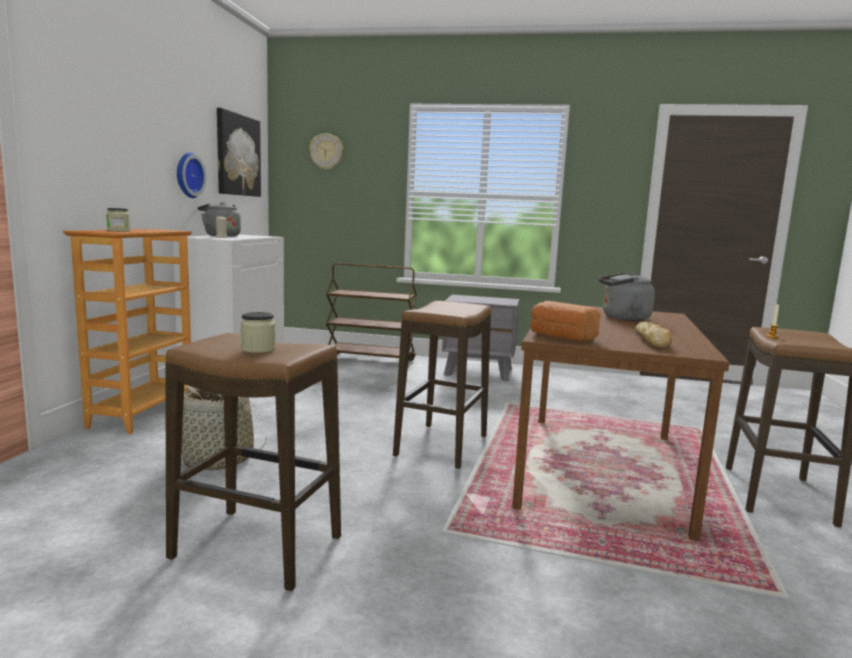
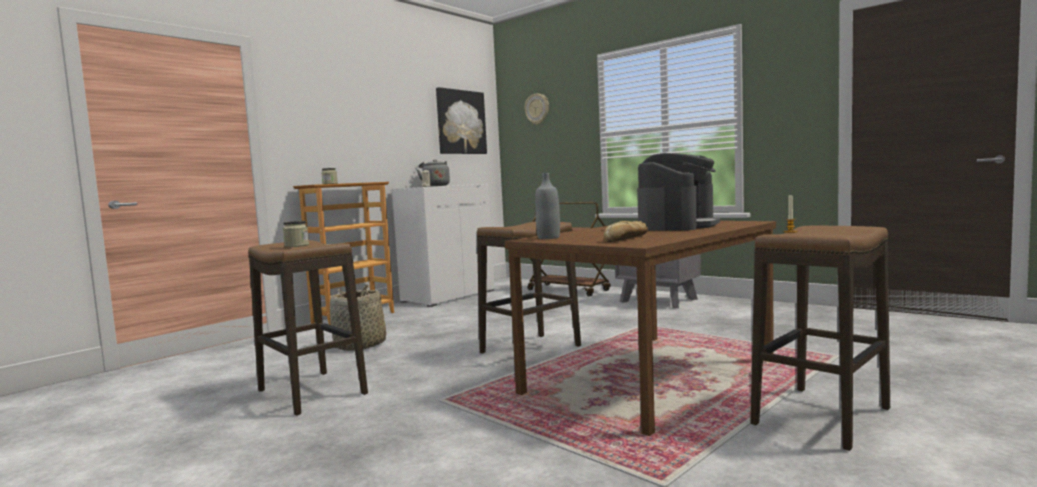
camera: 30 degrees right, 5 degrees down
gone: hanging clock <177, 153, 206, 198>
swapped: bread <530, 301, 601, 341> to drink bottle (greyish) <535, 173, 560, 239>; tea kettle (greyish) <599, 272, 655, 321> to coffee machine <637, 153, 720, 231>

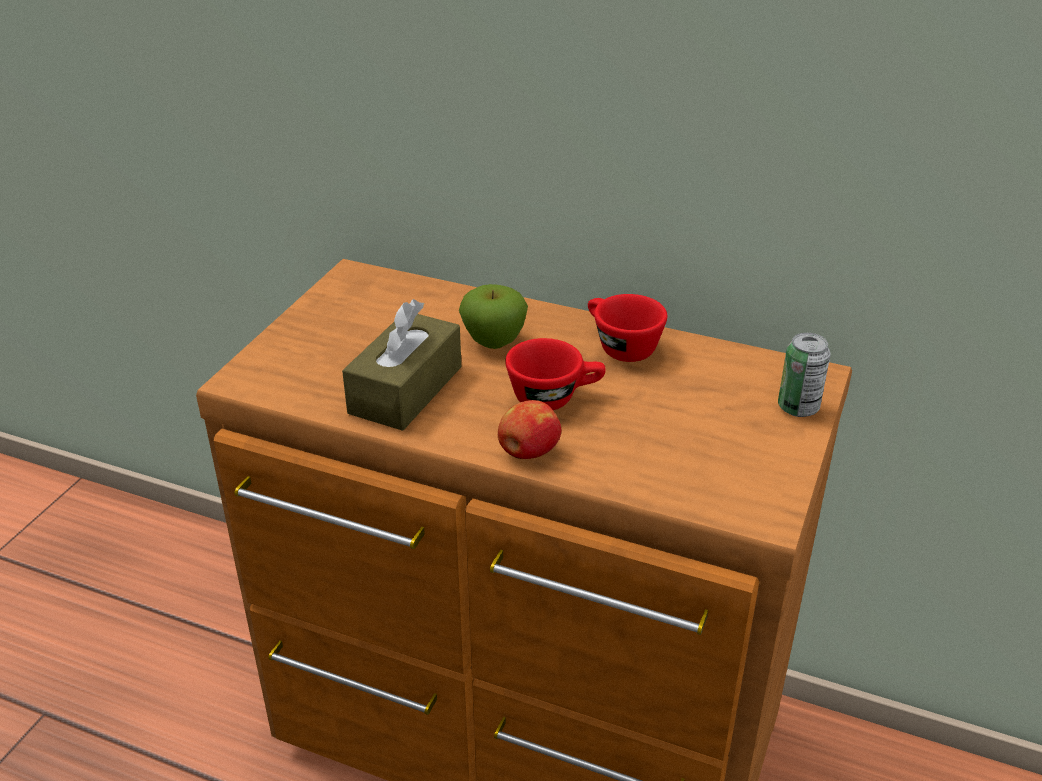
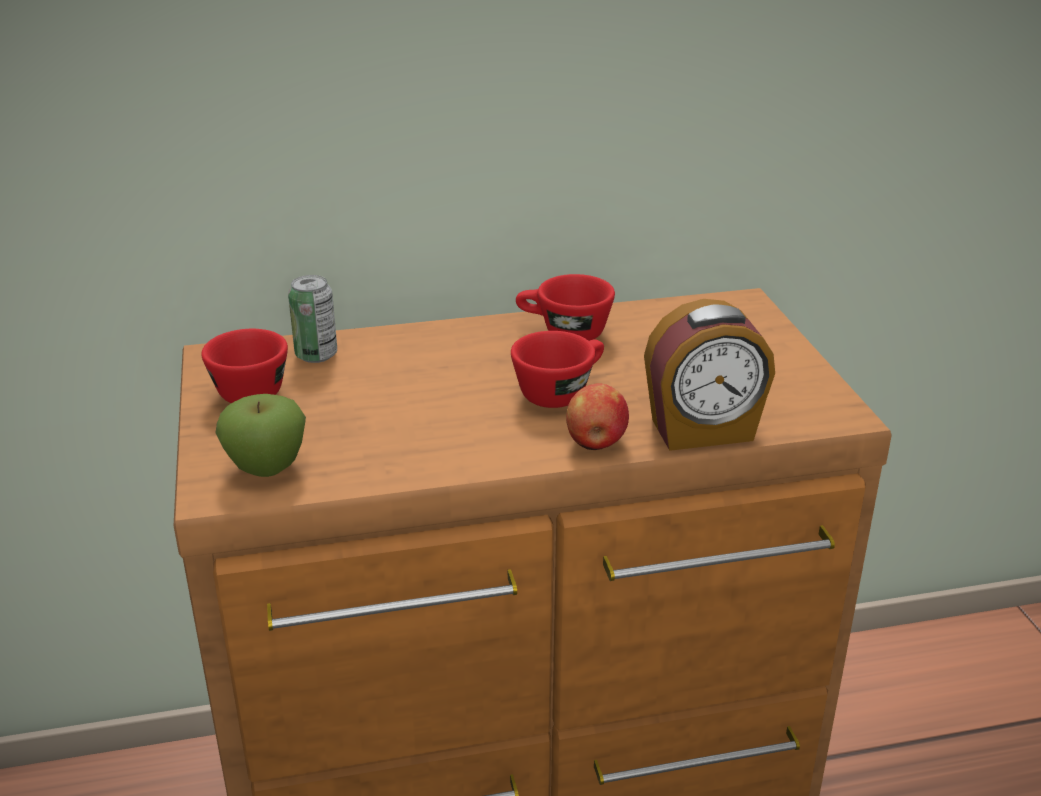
camera: 35 degrees left, 5 degrees down
gone: box of tissues (brownish) <342, 299, 461, 431>
new: drinking cup (red) <201, 329, 288, 403>; table clock <644, 299, 775, 451>
shifted: apple fruit <459, 284, 528, 349> to <216, 394, 306, 477>; can <778, 333, 831, 417> to <288, 275, 337, 363>

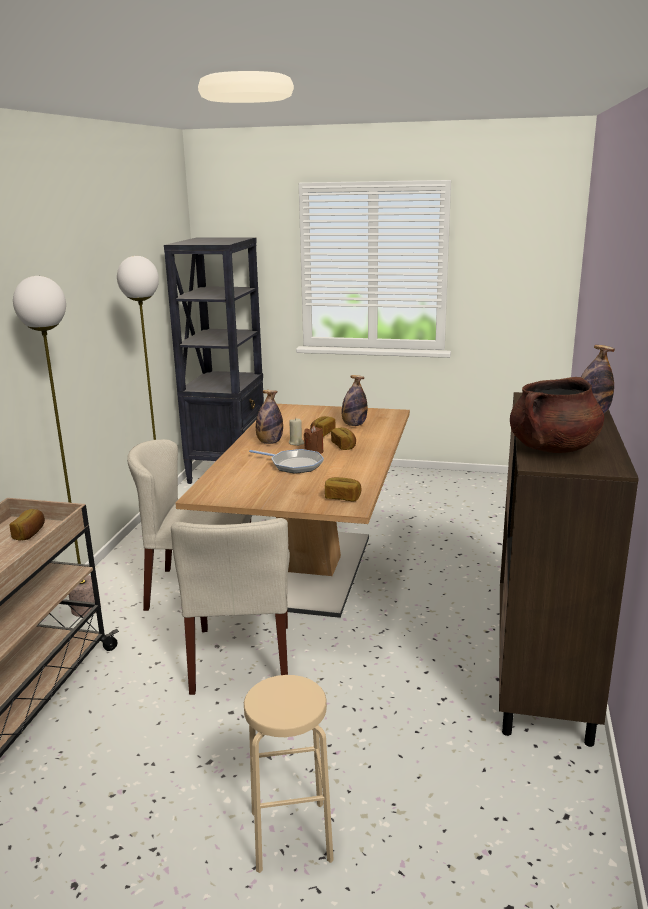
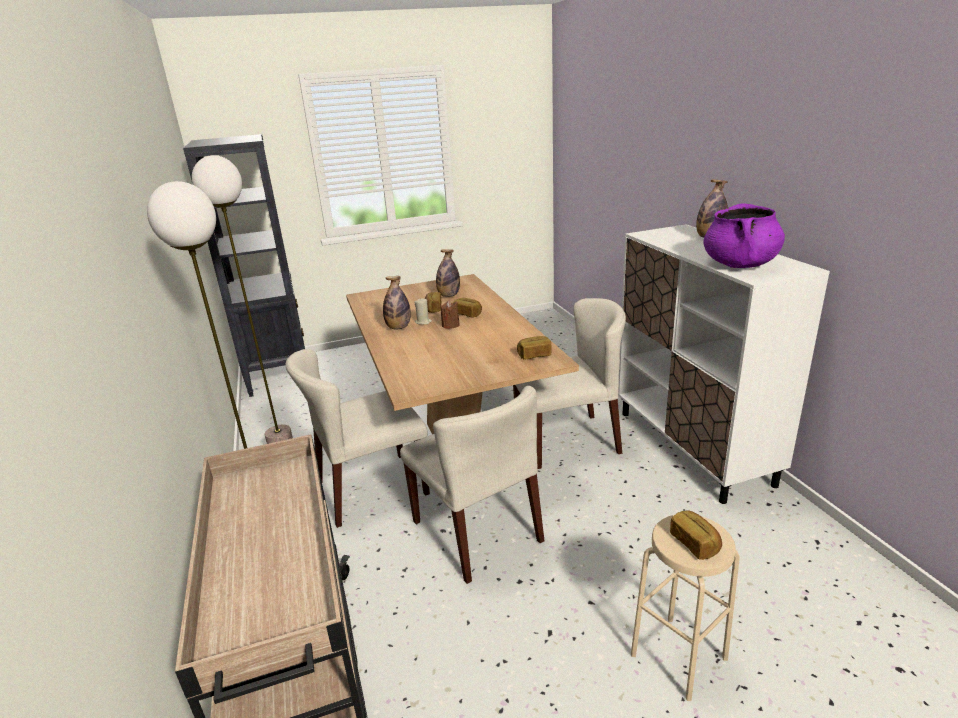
camera: 30 degrees left, 5 degrees up
gone: pan <249, 449, 324, 474>
new: plain chair (beige) <513, 298, 626, 469>
shifted: bread <10, 509, 45, 540> to <670, 510, 722, 560>
repainted: storage cabinet (brownish) <499, 392, 639, 747> to storage cabinet (white) <618, 224, 830, 504>; stockpot (brownish) <510, 377, 604, 453> to stockpot (purplish) <703, 204, 785, 268>

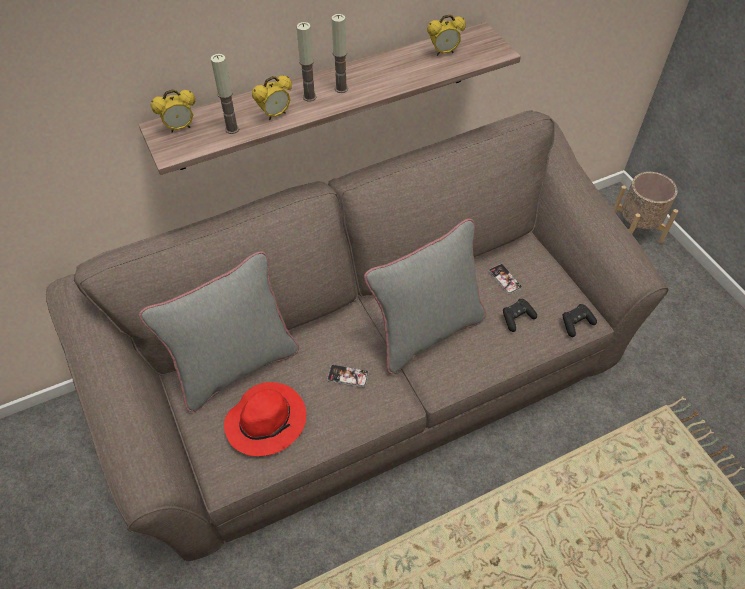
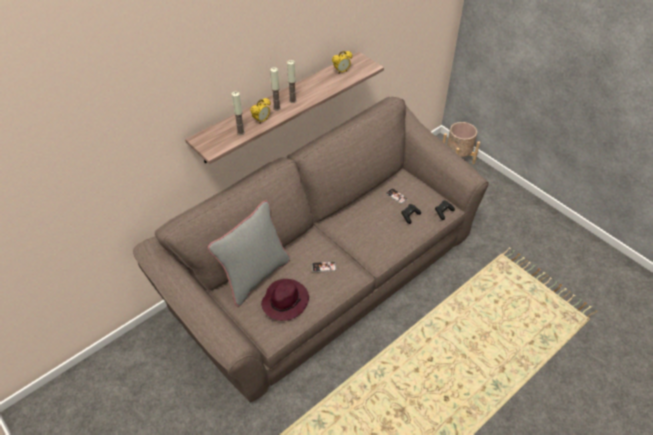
camera: 15 degrees left, 5 degrees down
gone: table clock <151, 89, 195, 133>; pillow (greyish) <364, 218, 486, 374>
repainted: wearable hat (red) <224, 382, 306, 456> to wearable hat (purplish) <261, 279, 309, 321>

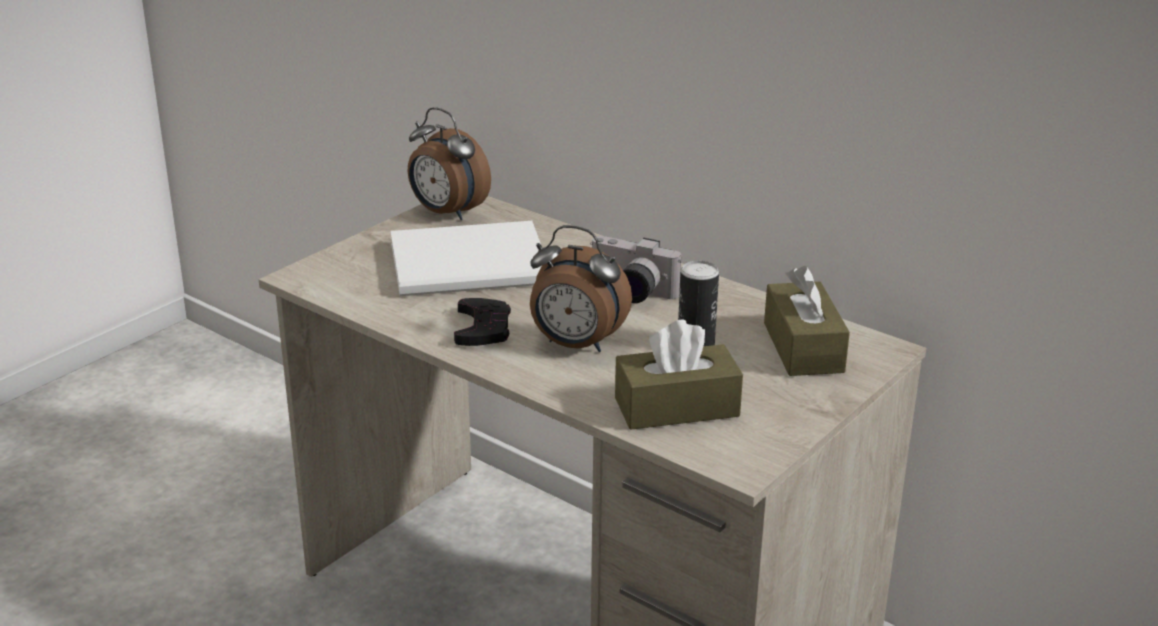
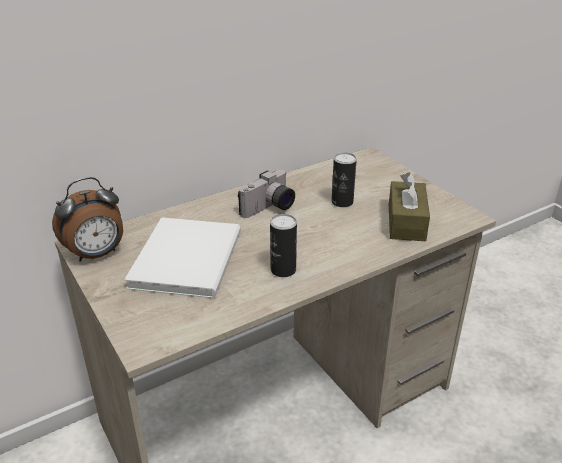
camera: 70 degrees left, 5 degrees up
gone: table clock <530, 225, 632, 352>; box of tissues (brownish) <764, 265, 850, 376>
swapped: game controller (black-coloured) <454, 298, 511, 346> to can <270, 214, 297, 277>

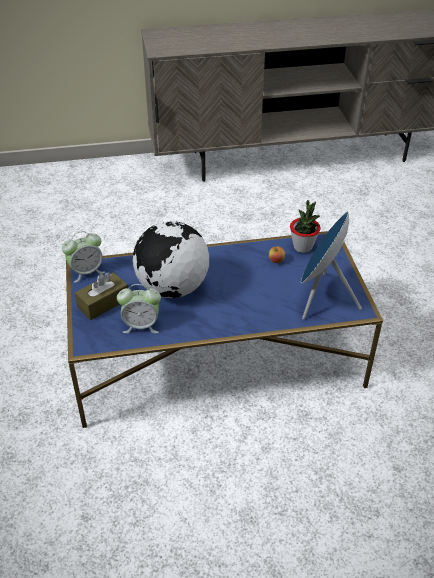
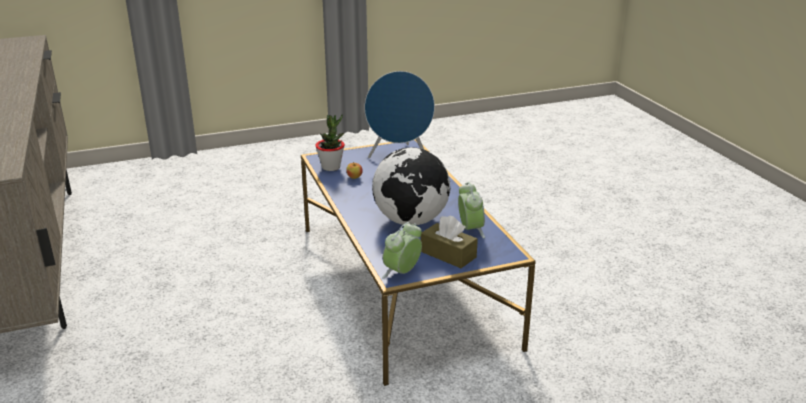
camera: 100 degrees left, 15 degrees down
rotated: table clock <62, 231, 105, 283> = <382, 222, 422, 278> 105 degrees counterclockwise

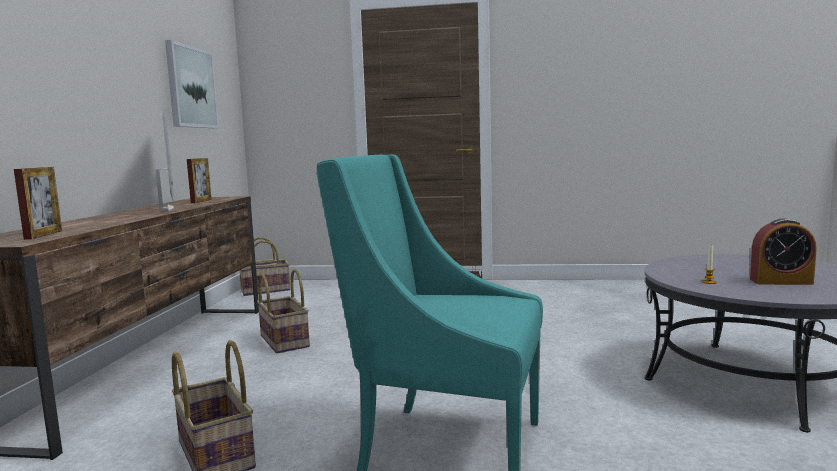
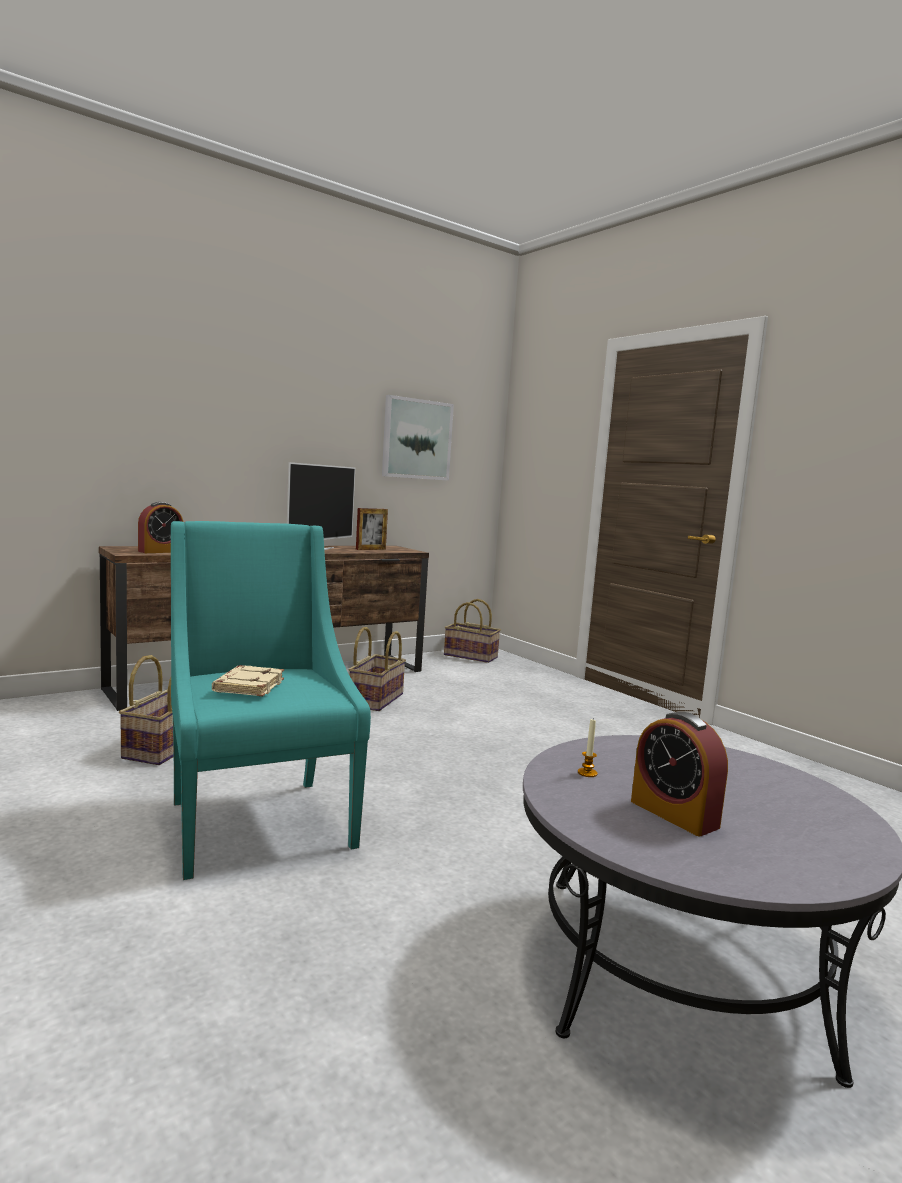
camera: 45 degrees right, 0 degrees up
new: book (beige) <212, 665, 284, 696>
swapped: standing frame <14, 167, 62, 240> to table clock <138, 502, 183, 553>

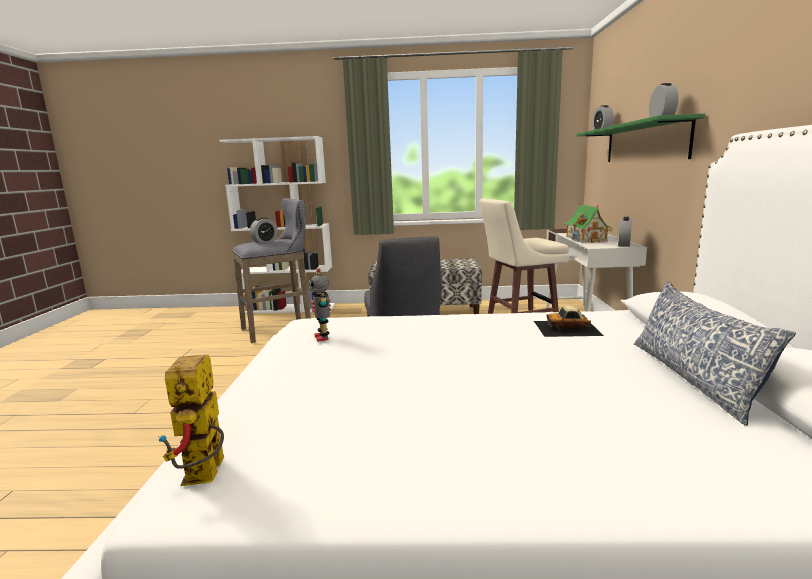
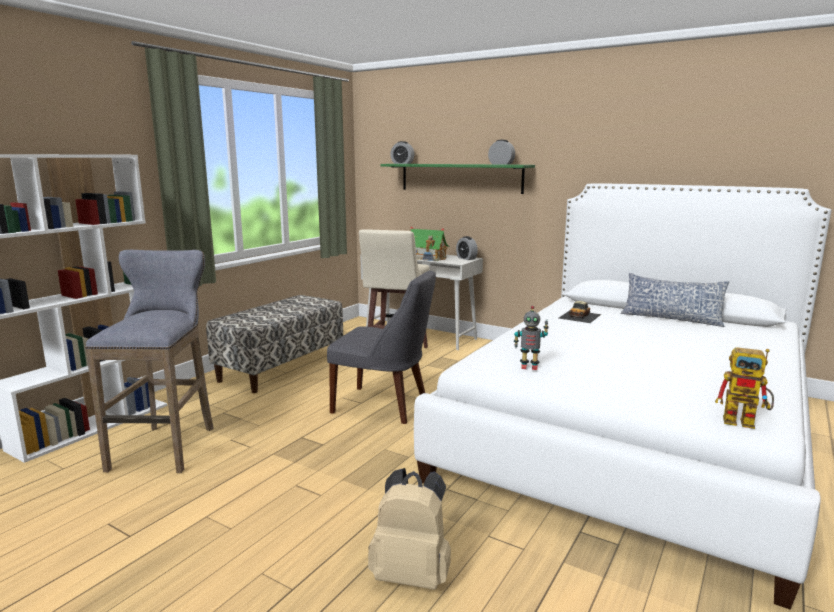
camera: 60 degrees left, 0 degrees up
gone: table clock <250, 217, 277, 243>
new: backpack (beige) <368, 468, 451, 590>

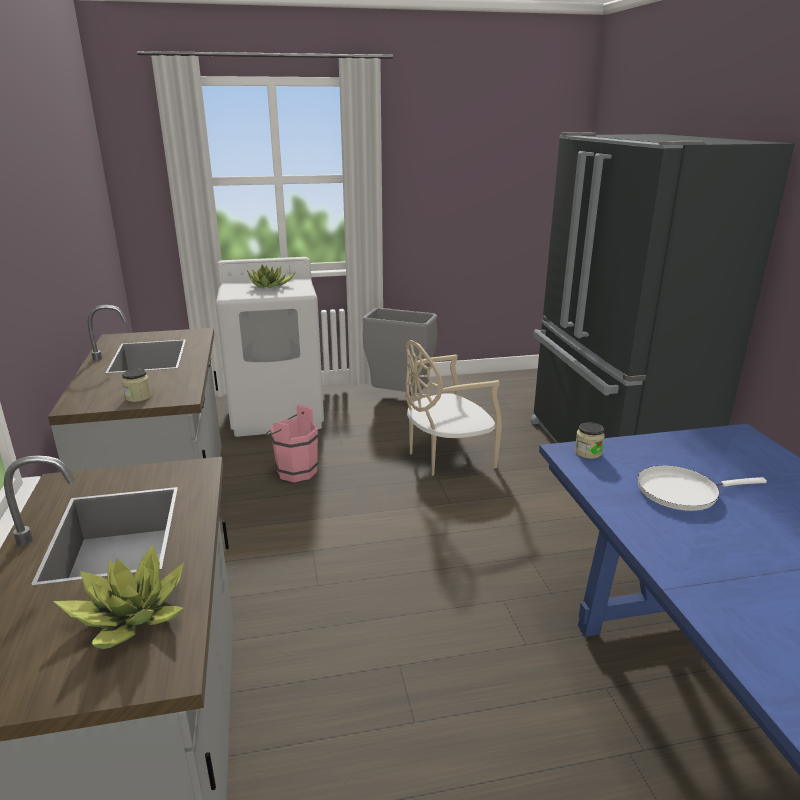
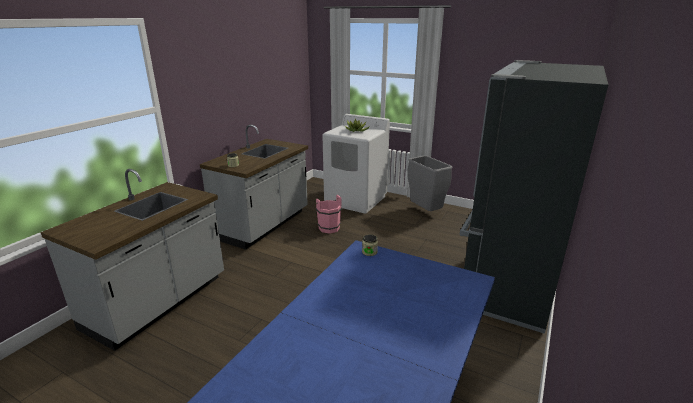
camera: 40 degrees right, 0 degrees up
gone: plant in a pot <53, 544, 184, 649>; plain chair (beige) <405, 340, 502, 476>; pan (white) <637, 465, 767, 511>

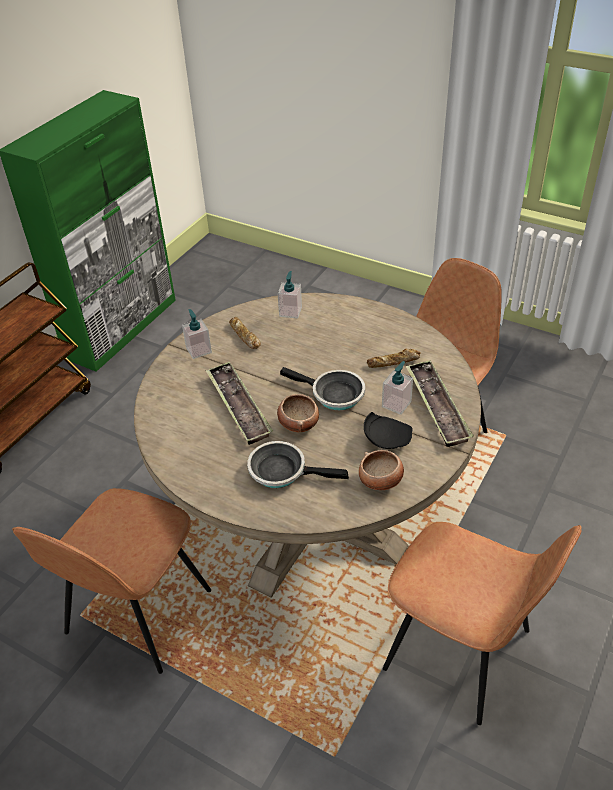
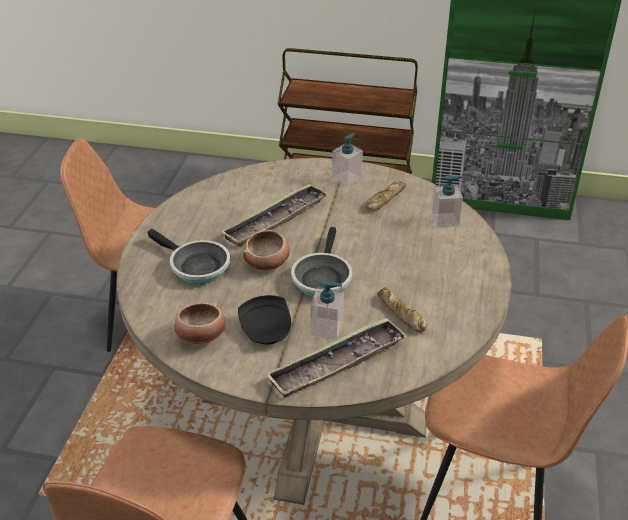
camera: 70 degrees right, 5 degrees down
rotated: pan <247, 441, 349, 488> = <147, 229, 230, 284> 135 degrees clockwise

